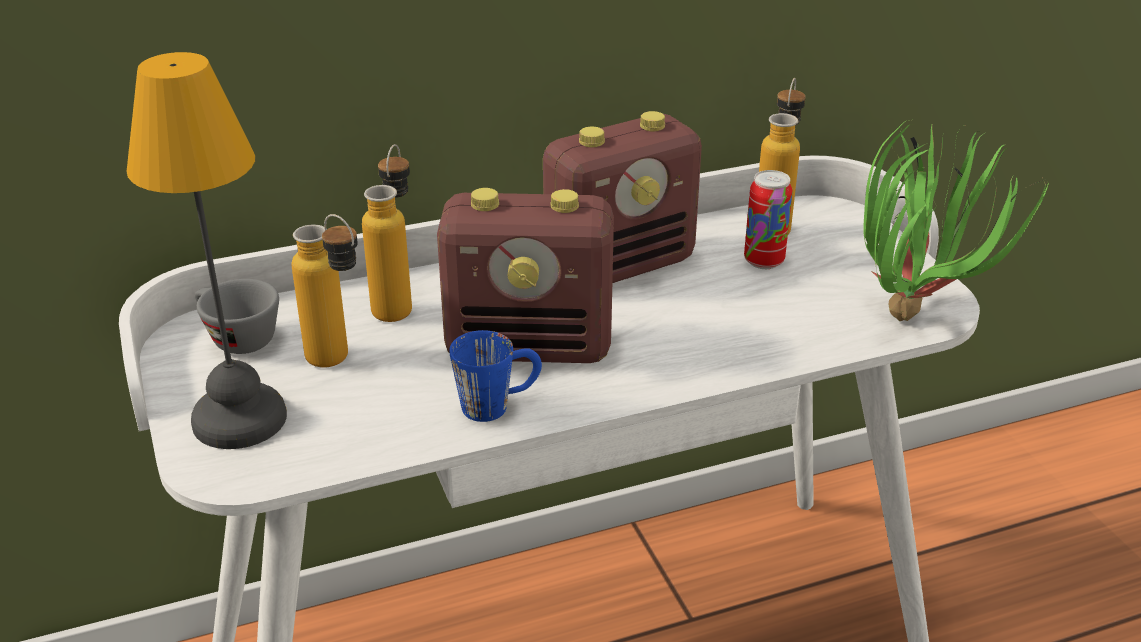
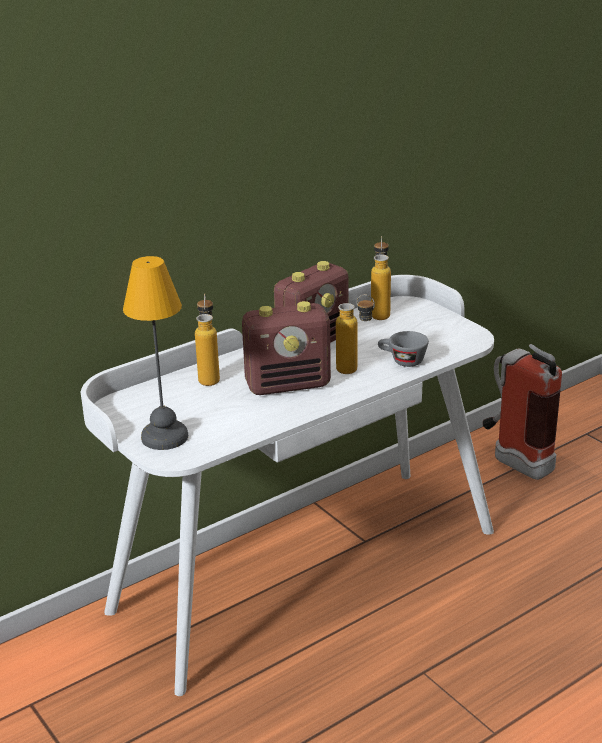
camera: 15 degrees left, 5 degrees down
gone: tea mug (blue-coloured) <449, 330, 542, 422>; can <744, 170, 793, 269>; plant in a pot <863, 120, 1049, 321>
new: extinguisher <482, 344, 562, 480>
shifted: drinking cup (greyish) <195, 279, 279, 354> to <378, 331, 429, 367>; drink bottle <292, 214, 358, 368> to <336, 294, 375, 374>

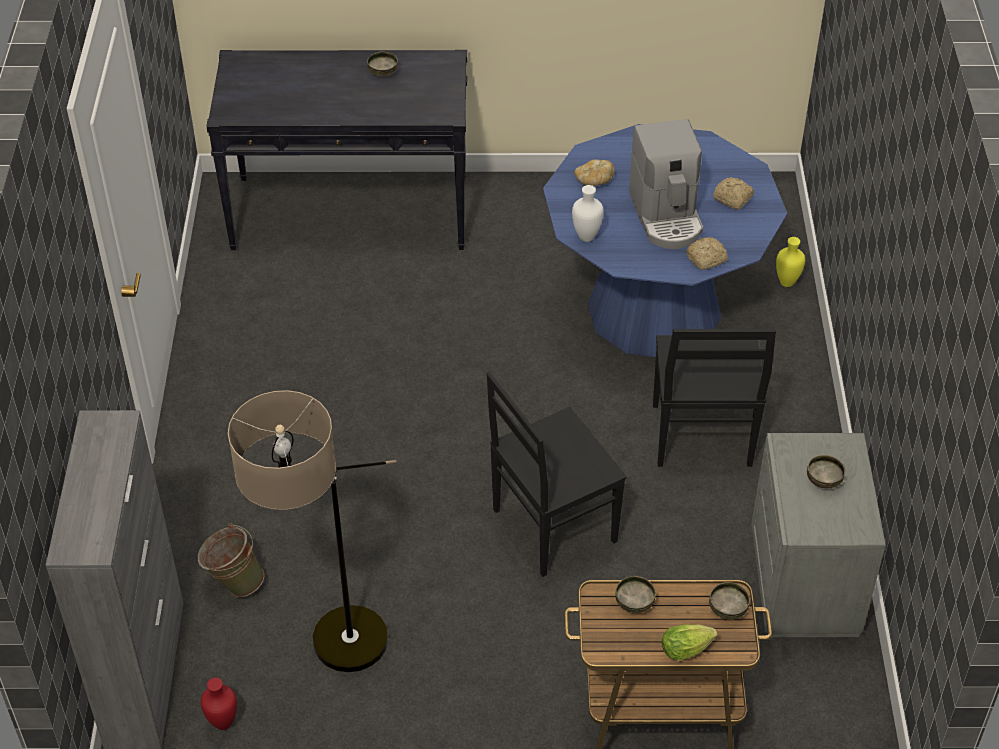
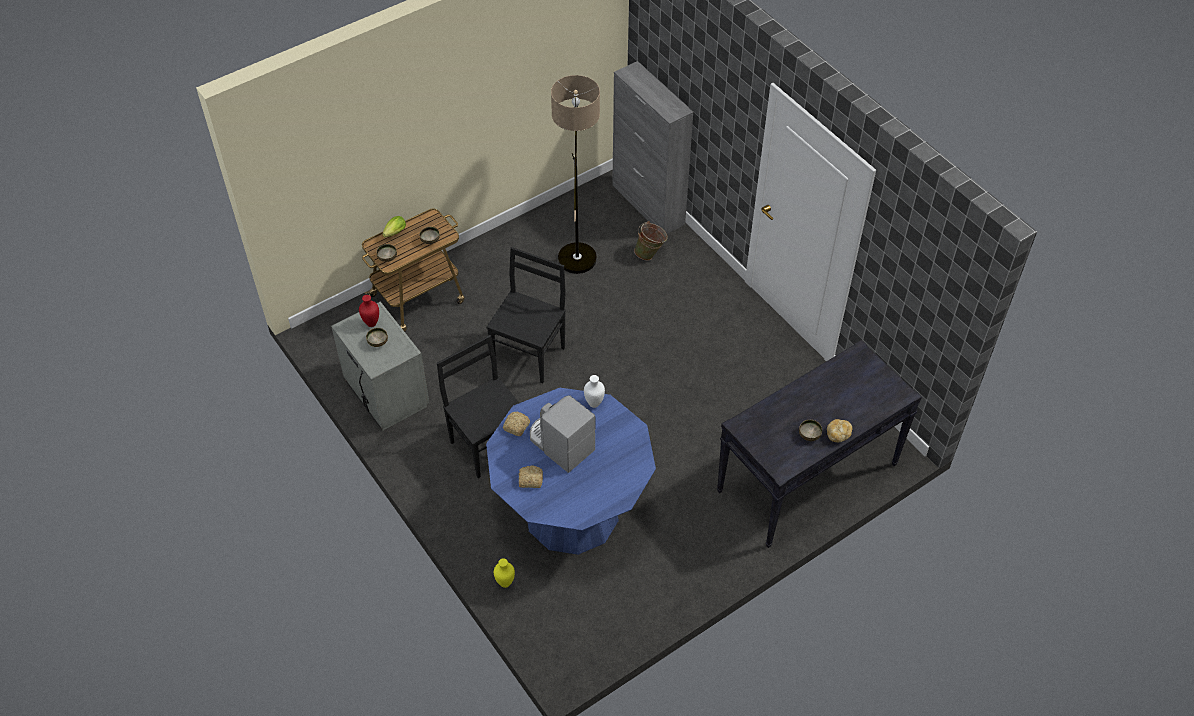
camera: 145 degrees right, 5 degrees up
shifted: flower vase (red) <201, 678, 237, 730> to <359, 295, 379, 327>; bread <574, 159, 615, 186> to <827, 419, 852, 442>

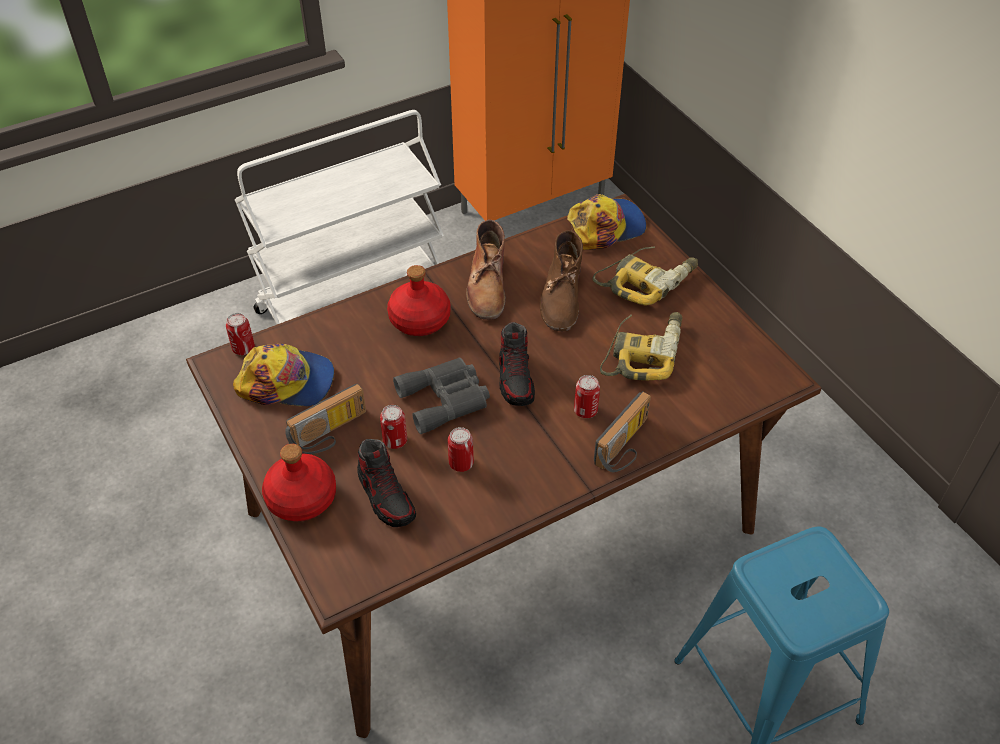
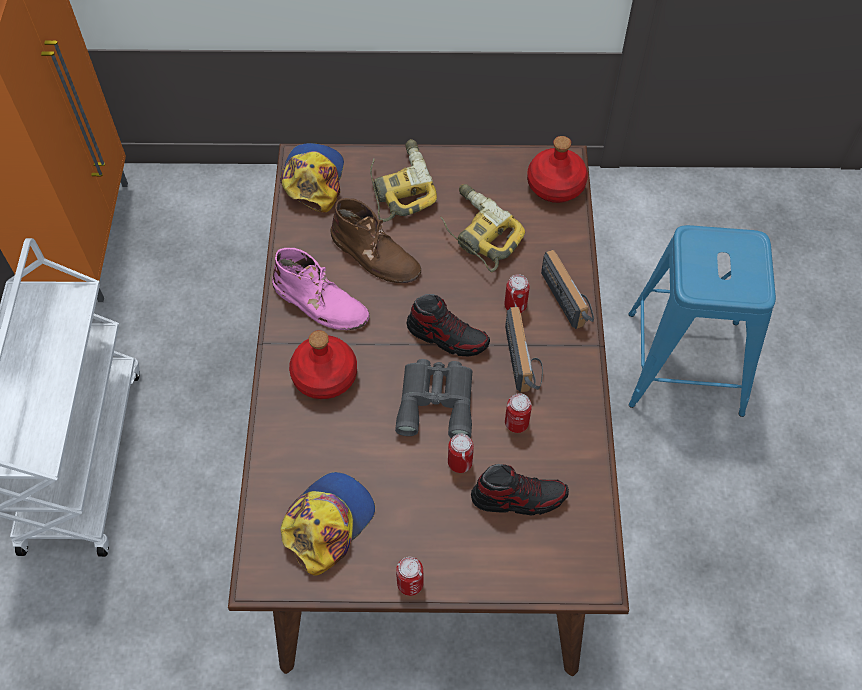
camera: 60 degrees left, 10 degrees up
shifted: can <226, 313, 255, 355> to <396, 557, 424, 596>; drink bottle (red) <262, 444, 336, 521> to <527, 136, 588, 203>; radio receiver <285, 383, 366, 454> to <505, 307, 543, 392>
repainted: high-top boot (brownish) <466, 220, 506, 320> to high-top boot (pink) <272, 248, 370, 330>

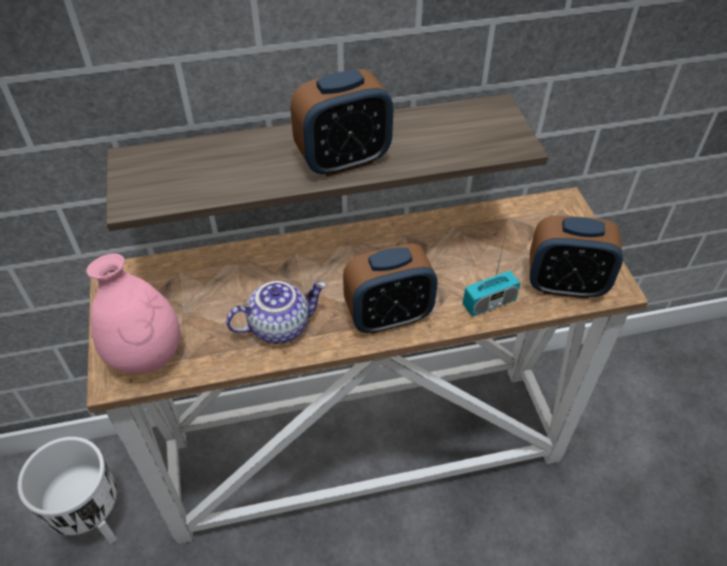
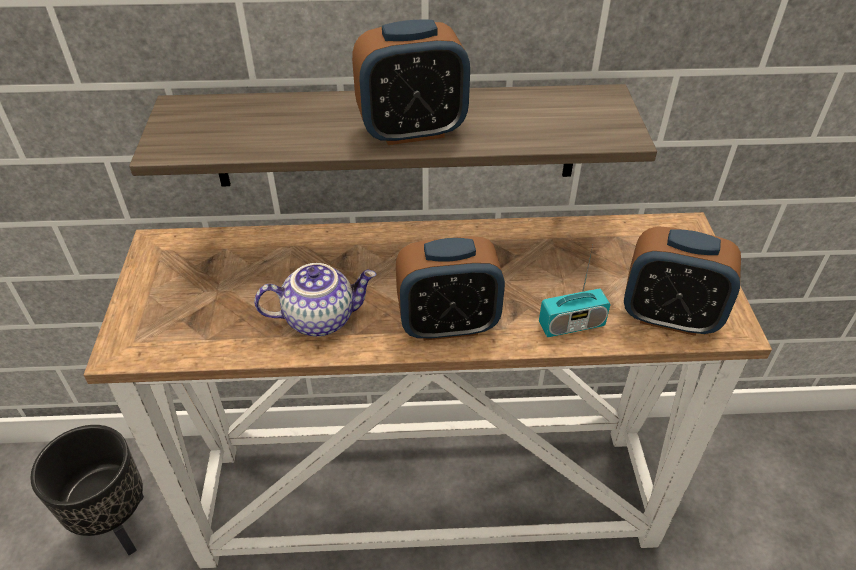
camera: 10 degrees right, 5 degrees down
gone: flower vase (pink) <86, 253, 180, 373>
repainted: flower pot (white) <18, 437, 117, 544> to flower pot (black-coloured) <30, 425, 144, 555>

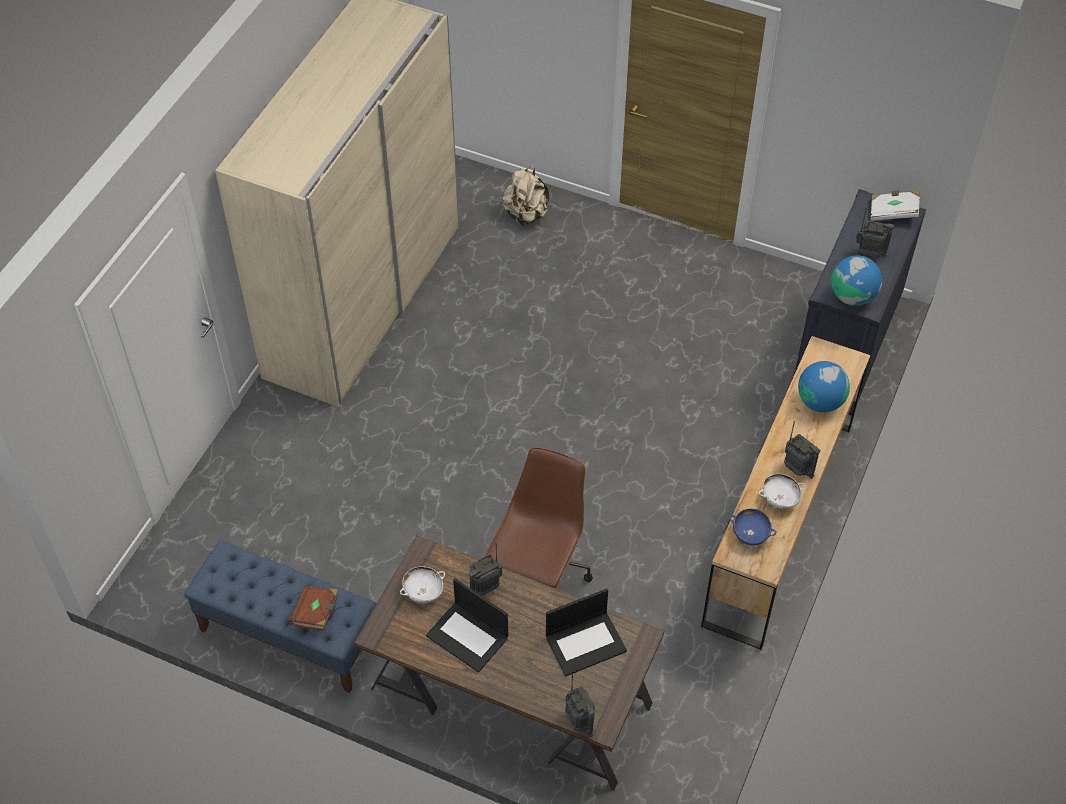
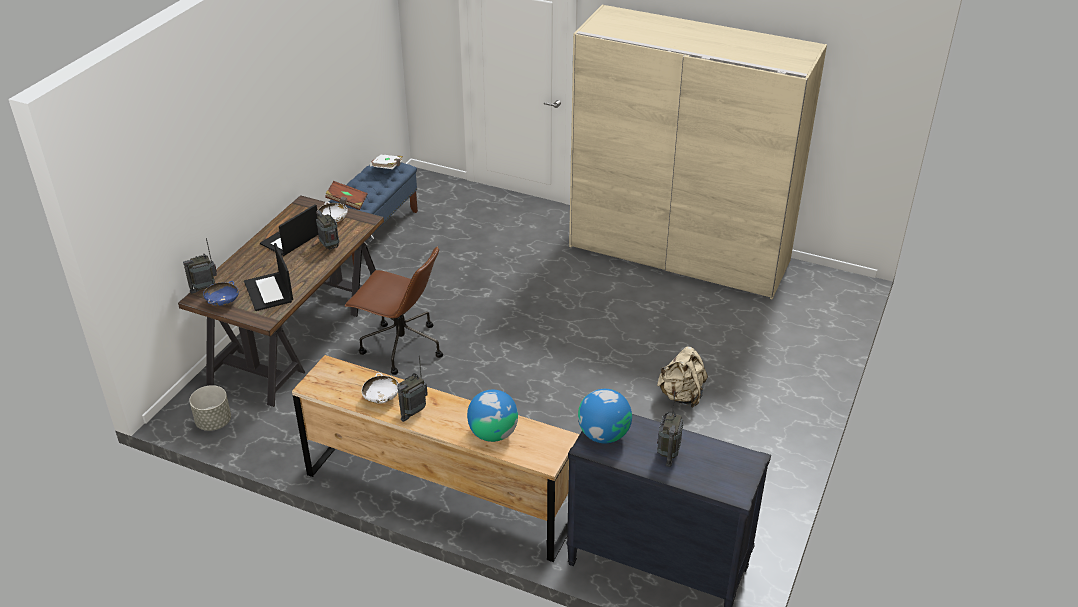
camera: 90 degrees right, 15 degrees down
new: flower pot (greyish) <189, 385, 231, 431>
shifted: backpack (beige) <502, 167, 550, 226> to <657, 346, 708, 407>; serving bowl (blue-coloured) <729, 509, 776, 546> to <203, 281, 239, 306>; book (white) <871, 191, 920, 221> to <370, 155, 403, 169>

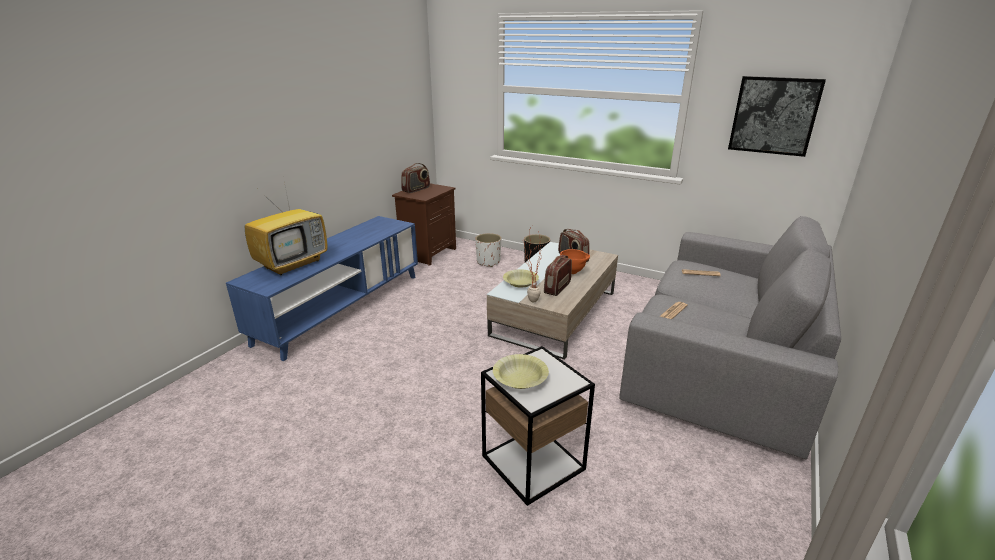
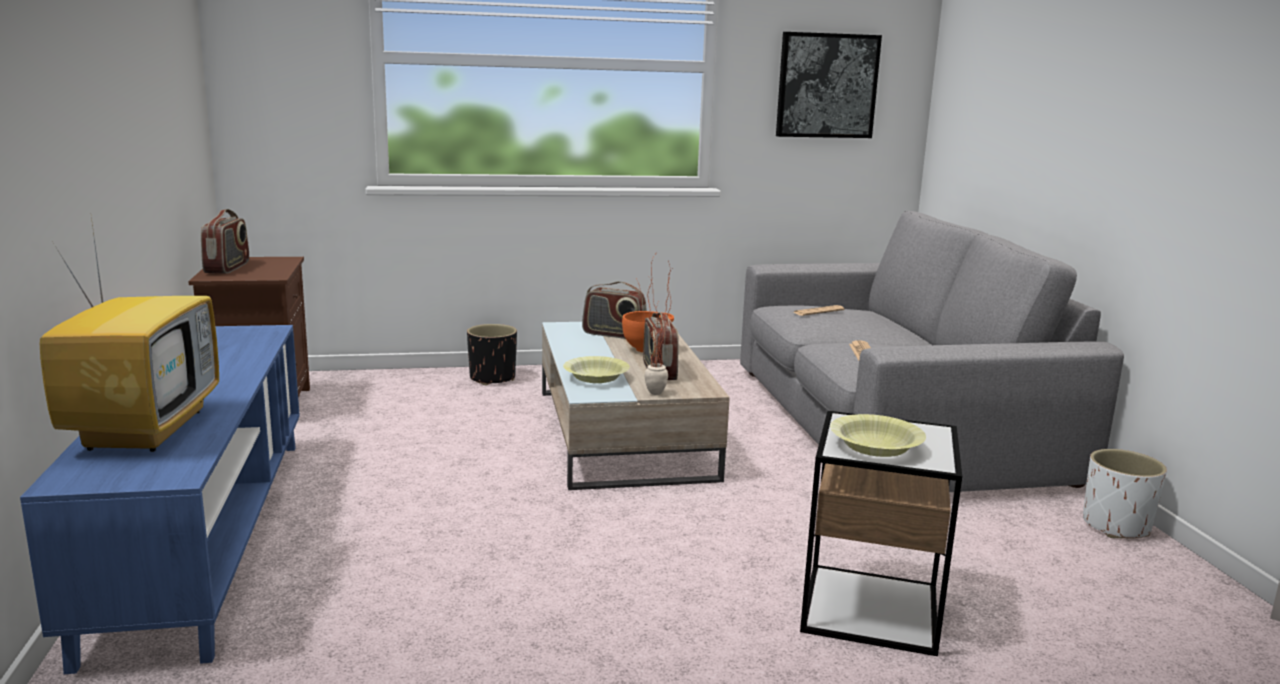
camera: 40 degrees left, 10 degrees down
shifted: flower pot (white) <475, 233, 501, 267> to <1083, 449, 1167, 538>

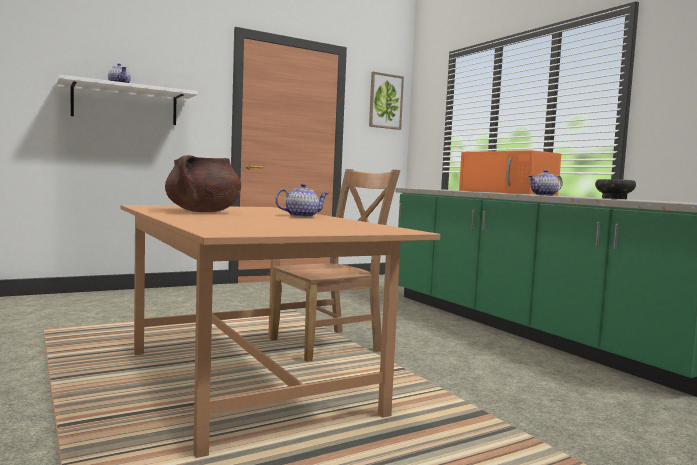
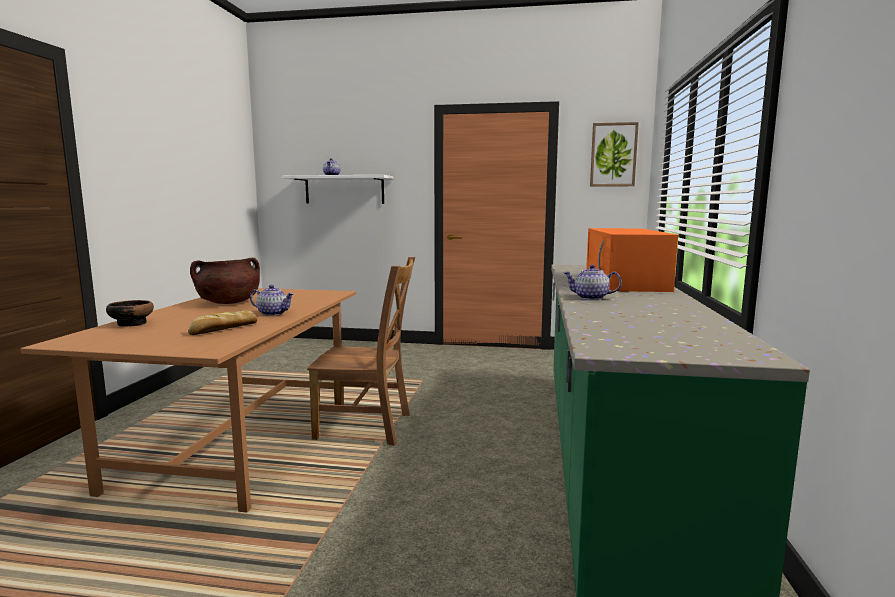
camera: 40 degrees right, 5 degrees up
new: bread <188, 310, 258, 335>
shifted: serving bowl <595, 179, 636, 199> to <106, 300, 154, 327>

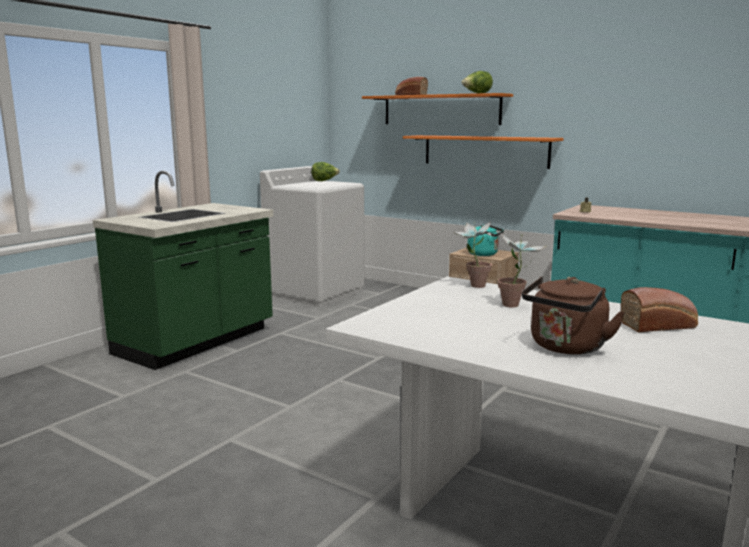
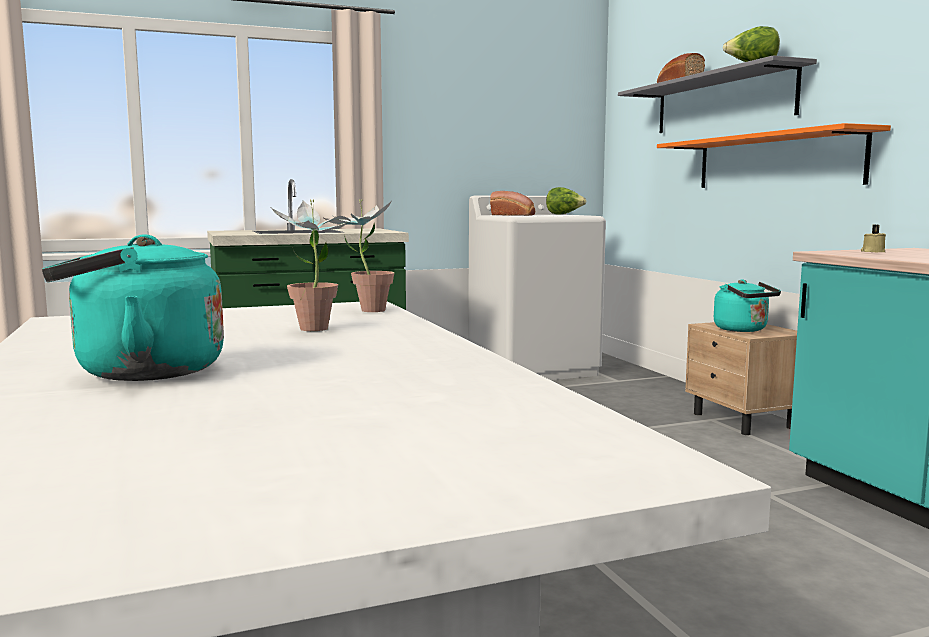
camera: 35 degrees right, 5 degrees down
shifted: bread <621, 287, 698, 332> to <490, 191, 535, 216>
repainted: bracket shelf (orange) <362, 93, 513, 125> to bracket shelf (greyish) <618, 55, 817, 133>; tea kettle (brownish) <522, 276, 625, 355> to tea kettle (turquoise-coloured) <42, 234, 224, 381>

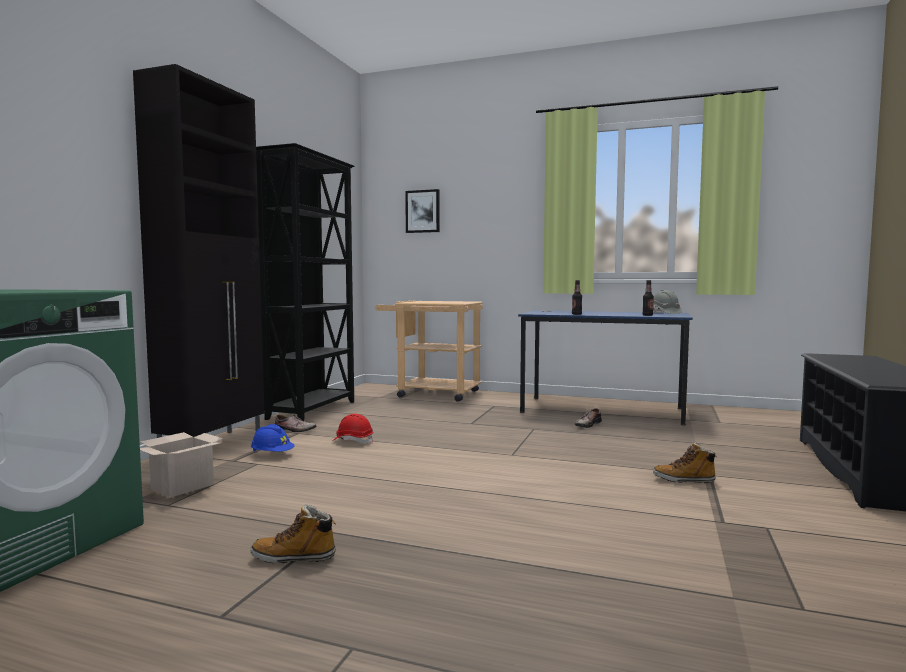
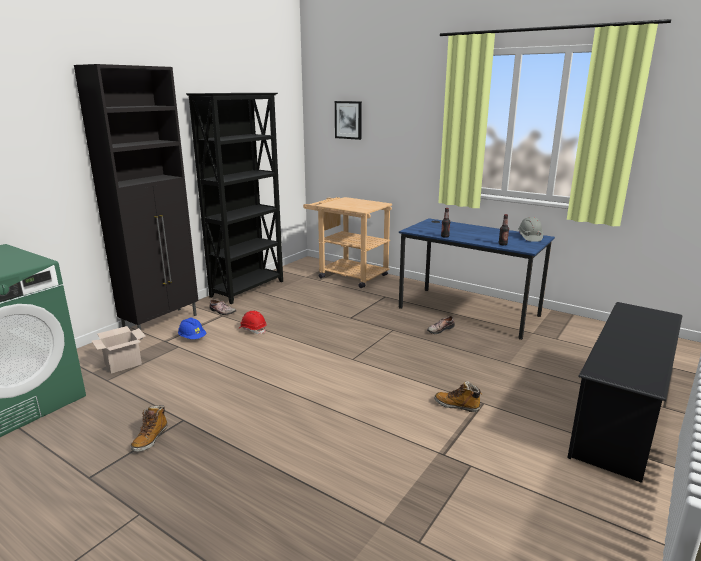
camera: 15 degrees right, 15 degrees up
rotated: high-top boot <251, 504, 336, 563> = <131, 405, 168, 452> 90 degrees counterclockwise

